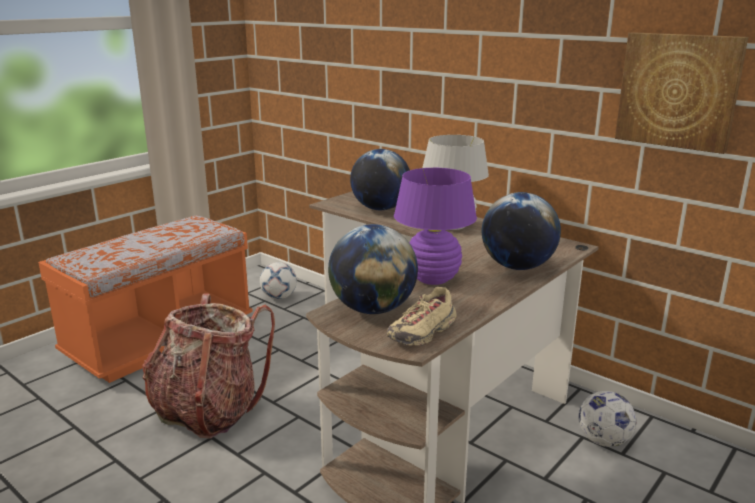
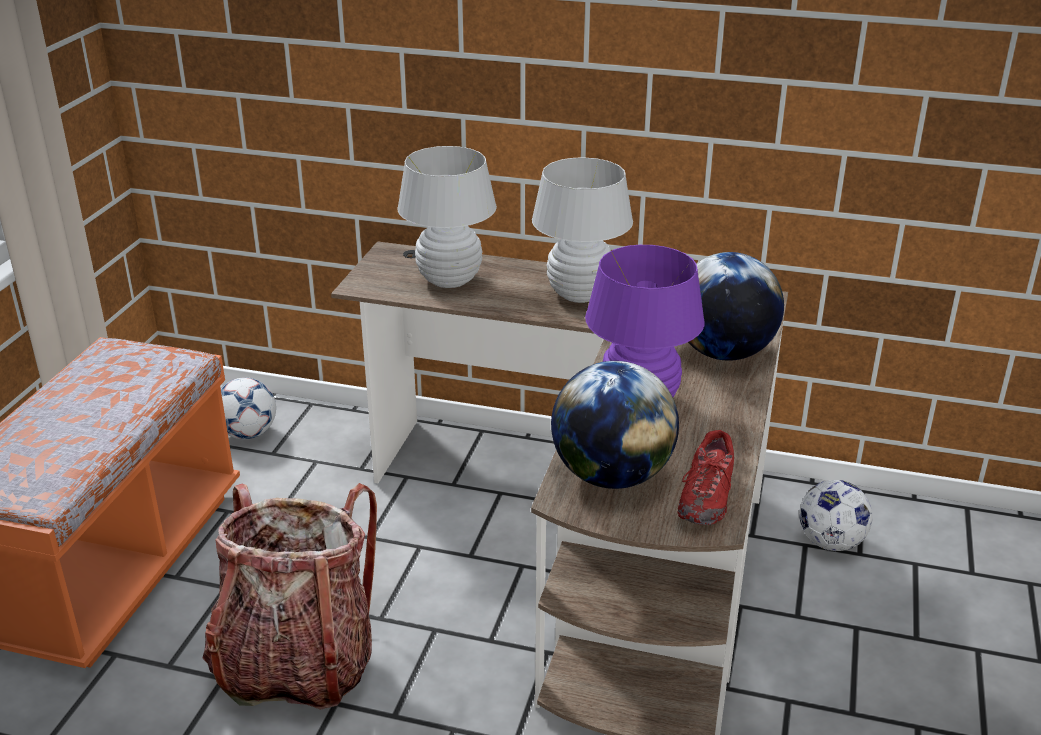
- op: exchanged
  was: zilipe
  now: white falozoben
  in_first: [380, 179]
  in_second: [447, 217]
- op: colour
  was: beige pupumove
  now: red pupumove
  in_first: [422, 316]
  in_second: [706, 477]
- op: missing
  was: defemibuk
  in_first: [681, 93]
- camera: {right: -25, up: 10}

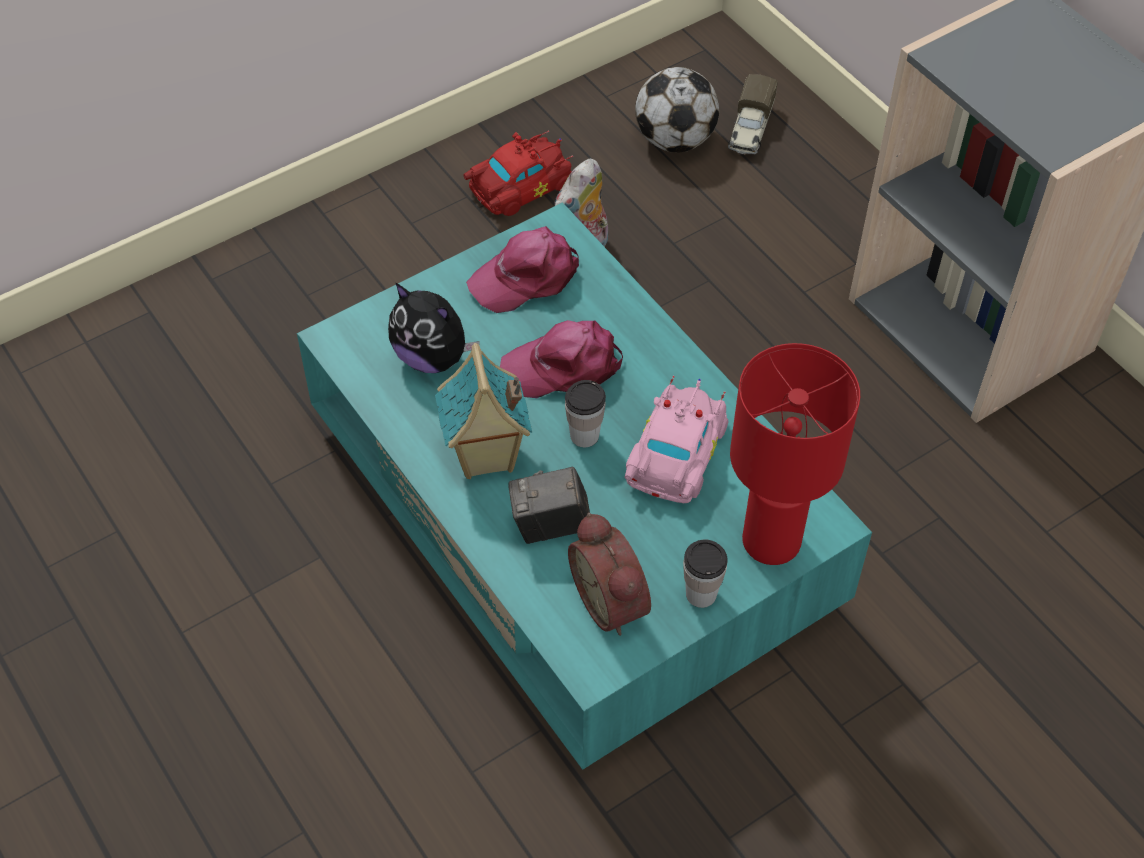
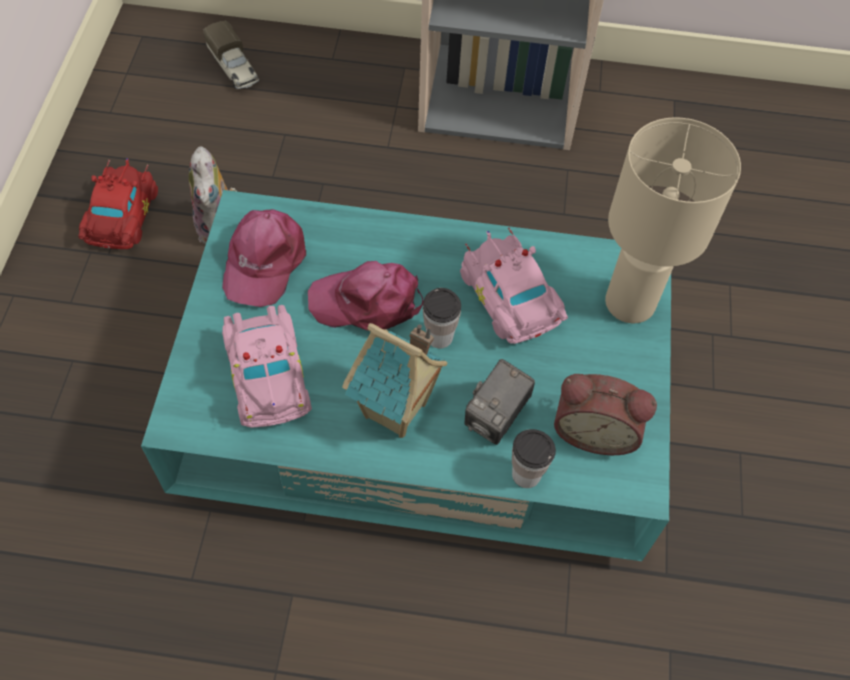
- op: exchanged
  was: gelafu
  now: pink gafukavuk
  in_first: [434, 328]
  in_second: [267, 366]
- op: spun
  was: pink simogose
  in_first: [561, 359]
  in_second: [365, 296]
  clockwise: 60
- op: relocated
  was: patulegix
  in_first: [705, 574]
  in_second: [534, 458]
- op: colour
  was: red falozoben
  now: beige falozoben
  in_first: [795, 454]
  in_second: [673, 220]
- op: missing
  was: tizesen
  in_first: [677, 109]
- camera: {right: -50, up: 5}

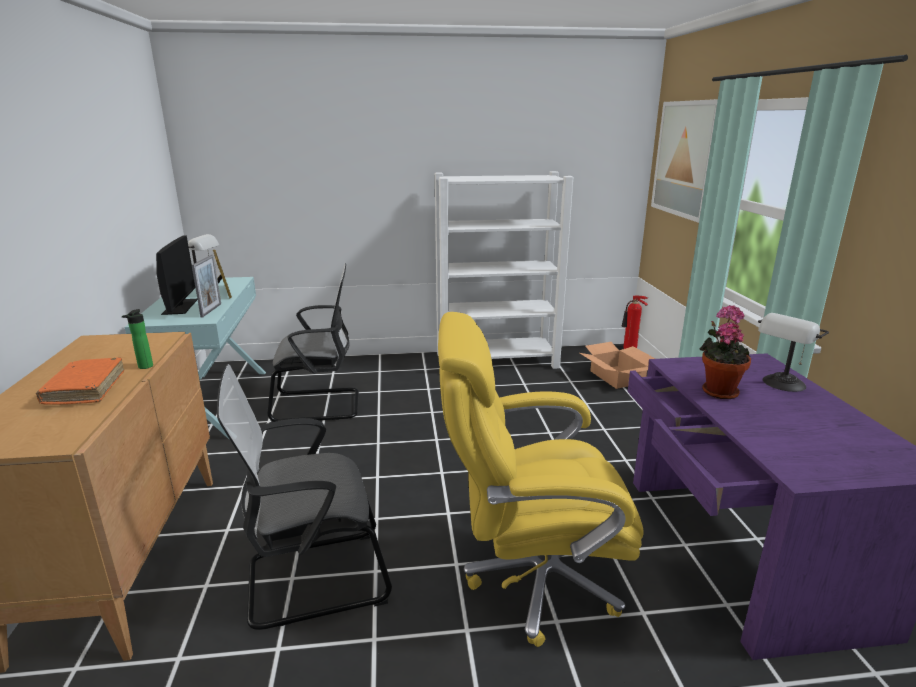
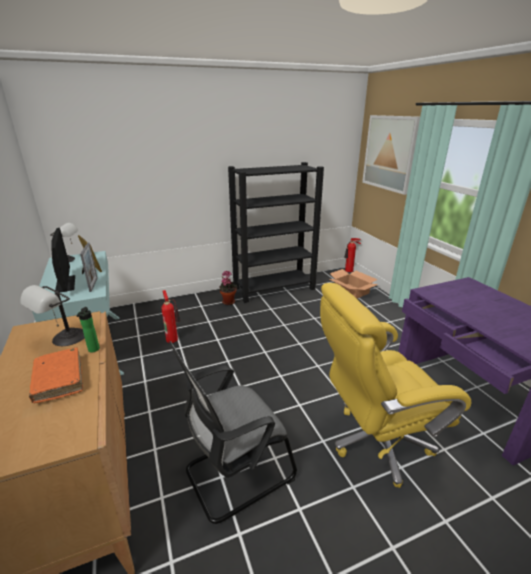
- op: relocated
  was: falozoben
  in_first: [793, 352]
  in_second: [52, 315]
- op: exchanged
  was: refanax
  now: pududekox
  in_first: [313, 342]
  in_second: [170, 316]
- op: relocated
  was: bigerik
  in_first: [725, 352]
  in_second: [228, 288]
- op: colour
  was: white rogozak
  now: black rogozak
  in_first: [504, 270]
  in_second: [276, 232]
- camera: {right: -15, up: 5}

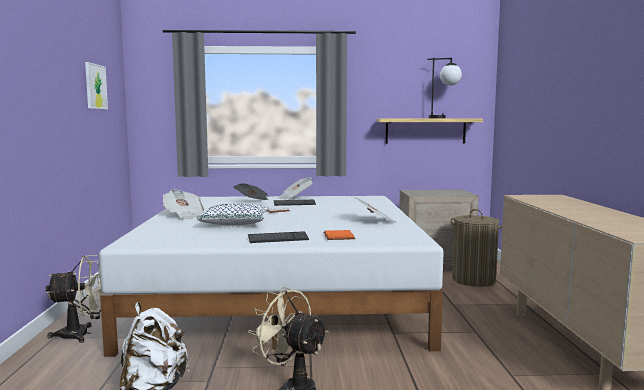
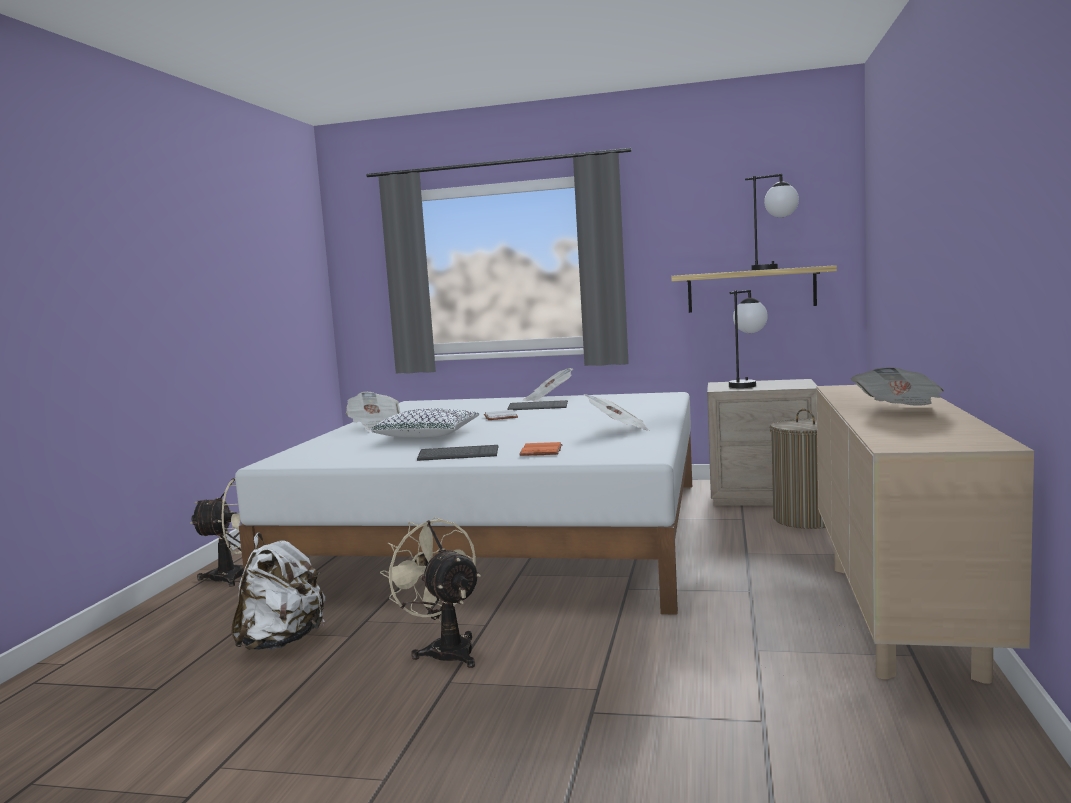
- op: appeared
  now: falozoben
  in_second: [748, 339]
- op: relocated
  was: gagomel
  in_first: [251, 191]
  in_second: [897, 386]
- op: missing
  was: defemibuk
  in_first: [96, 85]
- camera: {right: 15, up: 0}

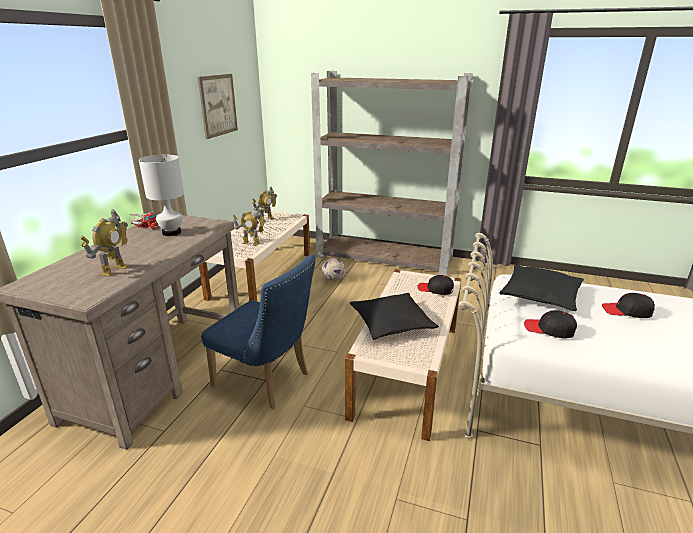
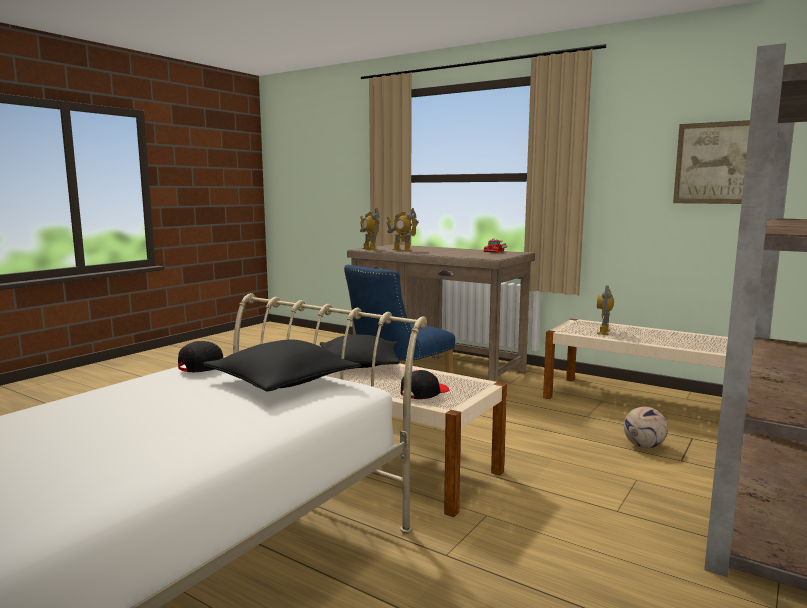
- op: relocated
  was: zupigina
  in_first: [264, 203]
  in_second: [370, 229]
- op: missing
  was: white falozoben
  in_first: [161, 195]
- op: missing
  was: black simogose
  in_first: [628, 305]
- camera: {right: 105, up: -15}

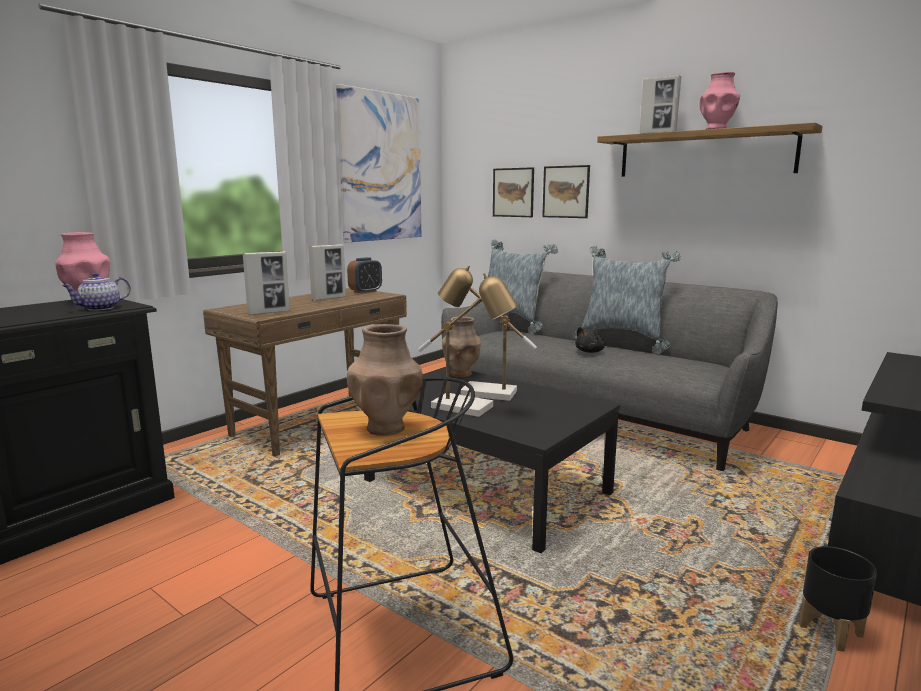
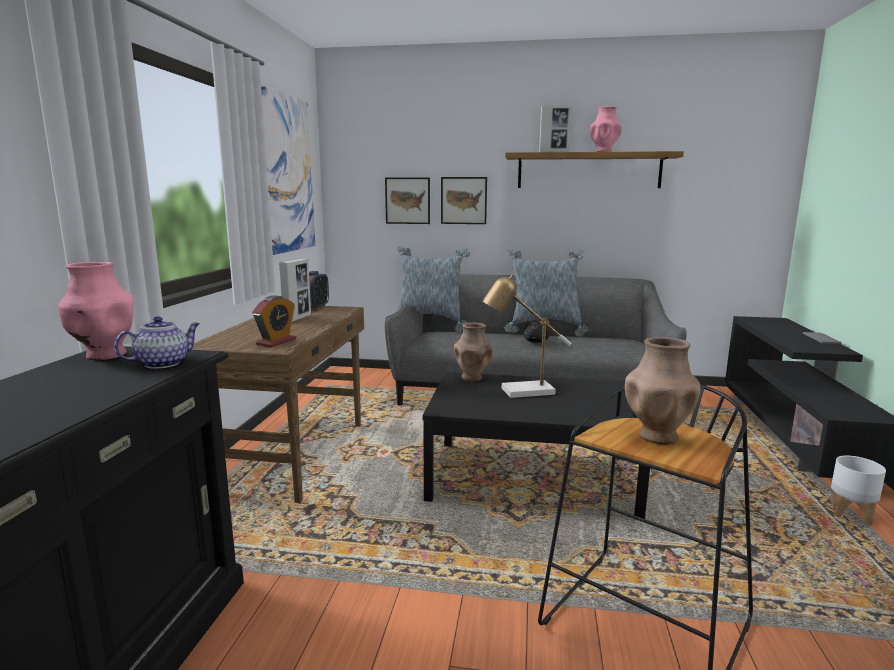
- op: spun
  was: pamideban
  in_first: [96, 291]
  in_second: [157, 343]
  clockwise: -150
- op: exchanged
  was: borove
  now: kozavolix
  in_first: [266, 283]
  in_second: [274, 321]
- op: colour
  was: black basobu
  now: white basobu
  in_first: [838, 599]
  in_second: [858, 490]
- op: missing
  was: falozoben
  in_first: [468, 345]
- camera: {right: -30, up: 0}

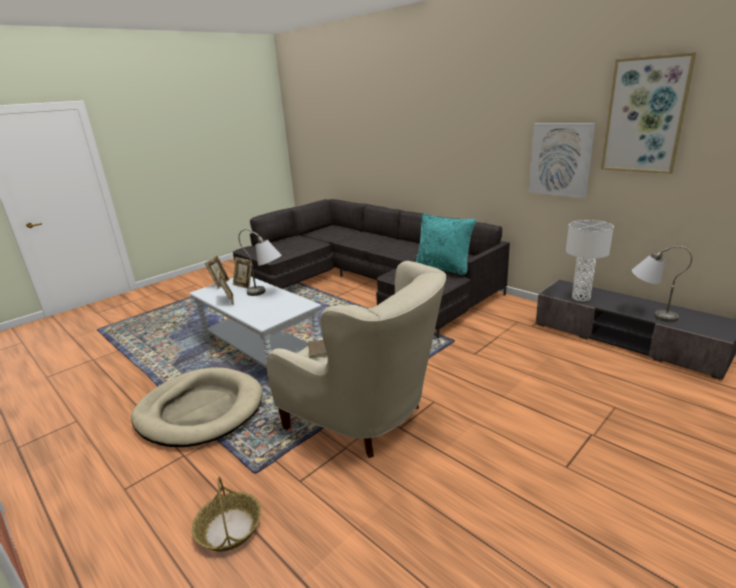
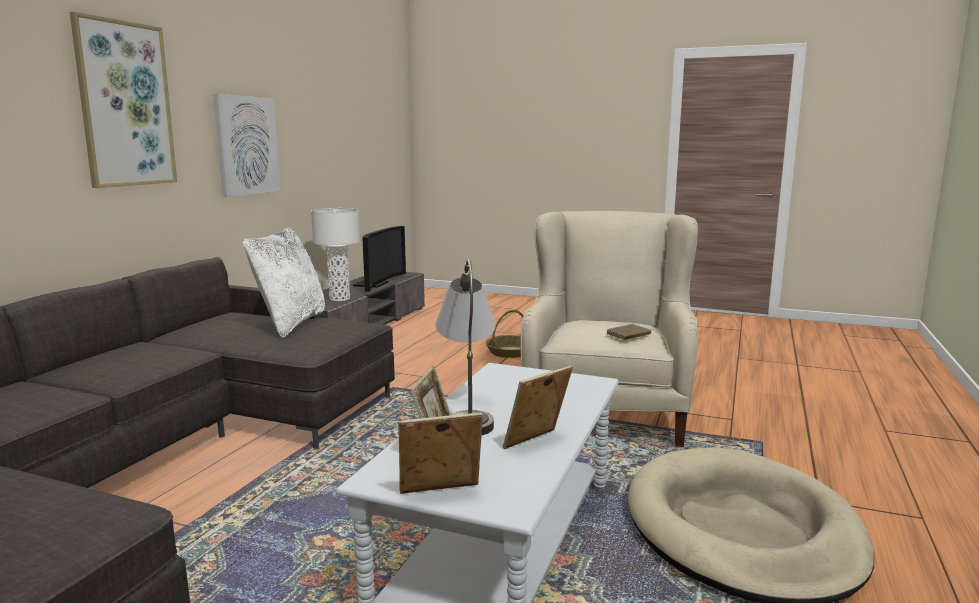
- op: relocated
  was: defemibuk
  in_first: [648, 113]
  in_second: [123, 100]
- op: colour
  was: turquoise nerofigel
  now: white nerofigel
  in_first: [446, 244]
  in_second: [284, 282]
- op: exchanged
  was: grey falozoben
  now: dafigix
  in_first: [662, 284]
  in_second: [379, 259]
- op: relocated
  was: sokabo
  in_first: [226, 514]
  in_second: [504, 334]
- camera: {right: -115, up: -10}

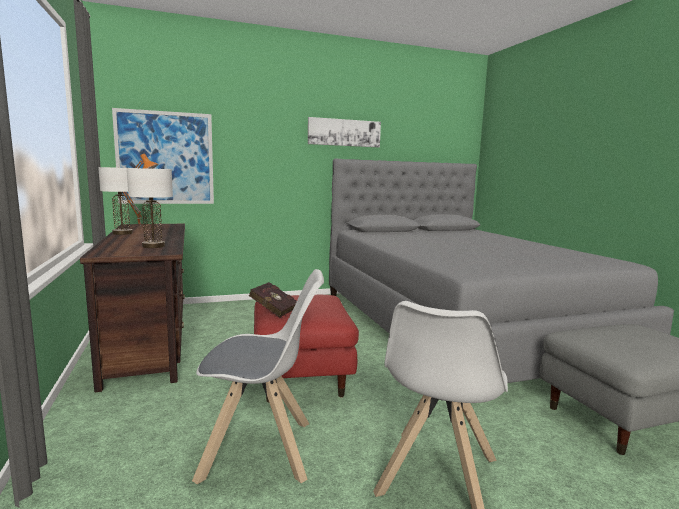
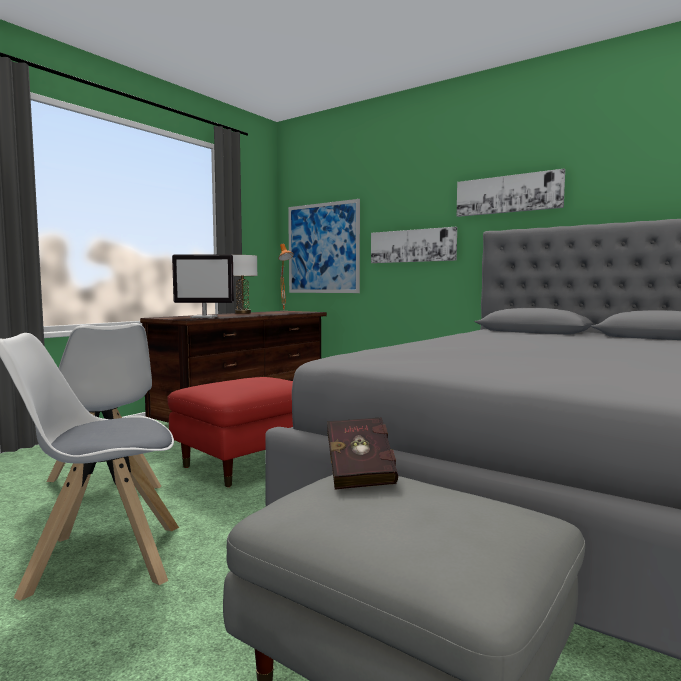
- op: exchanged
  was: falozoben
  now: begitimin
  in_first: [150, 208]
  in_second: [203, 286]
- op: relocated
  was: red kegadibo
  in_first: [273, 300]
  in_second: [362, 453]
- op: appeared
  now: defemibuk
  in_second: [414, 245]
- camera: {right: 55, up: -5}

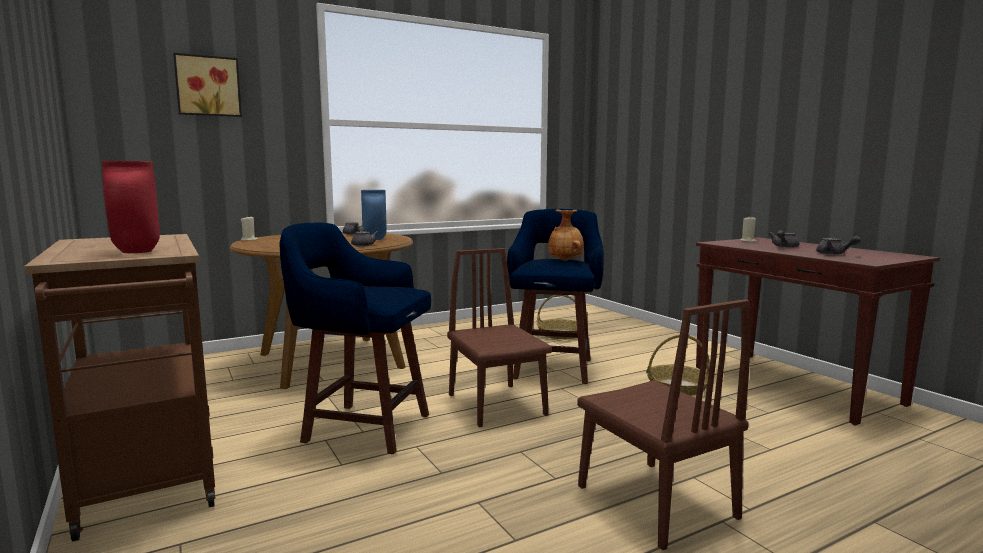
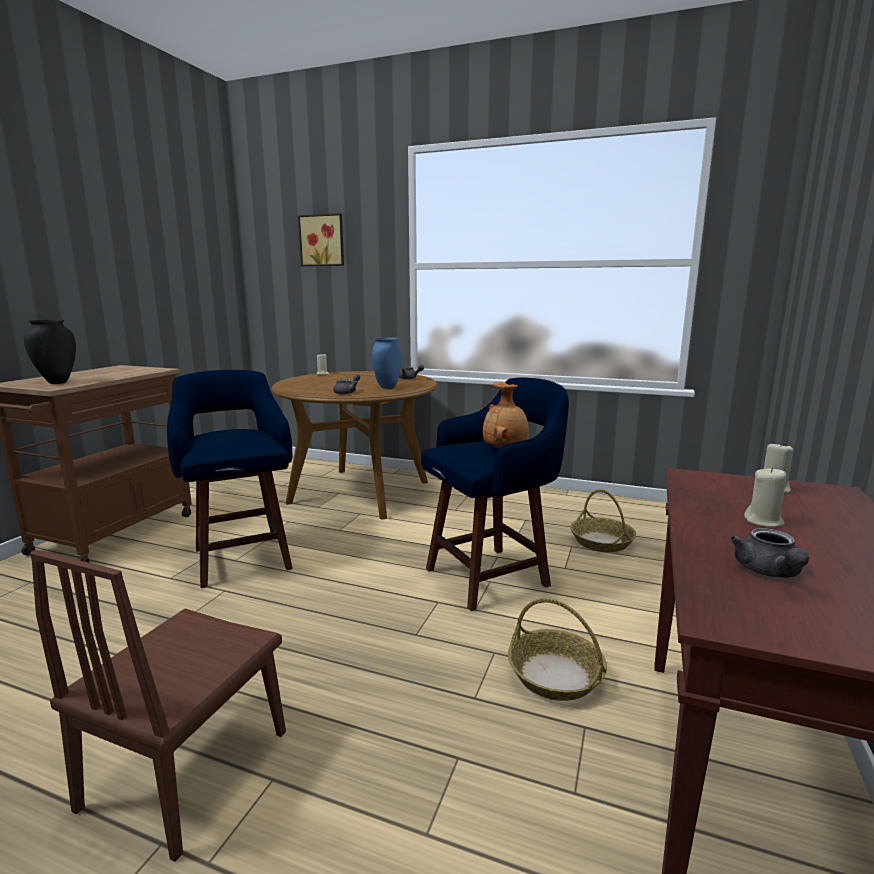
- op: colour
  was: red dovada
  now: black dovada
  in_first: [130, 207]
  in_second: [50, 351]
- op: exchanged
  was: grey pamideban
  now: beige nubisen
  in_first: [784, 239]
  in_second: [765, 497]
- op: missing
  was: brown refanax
  in_first: [499, 337]
- camera: {right: 50, up: 5}

